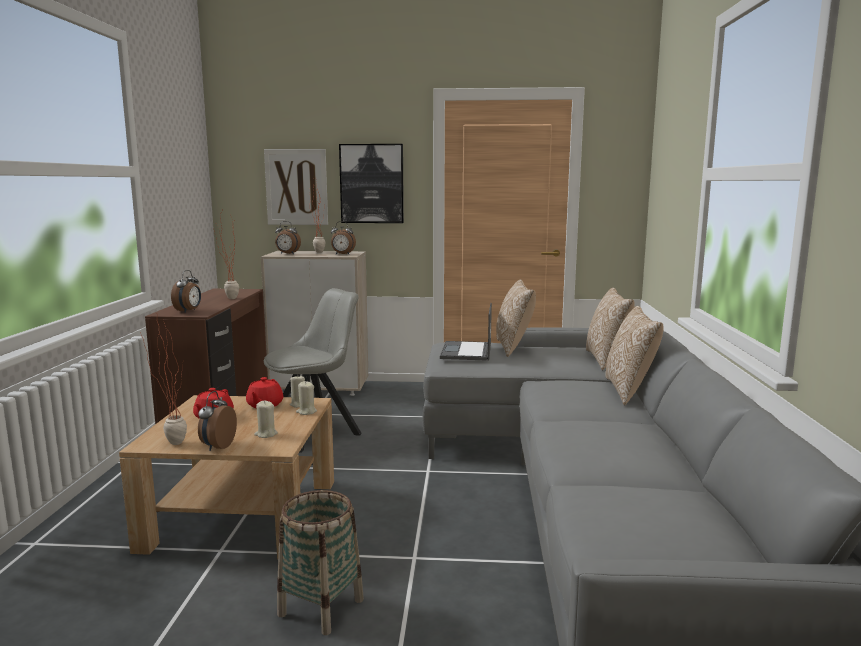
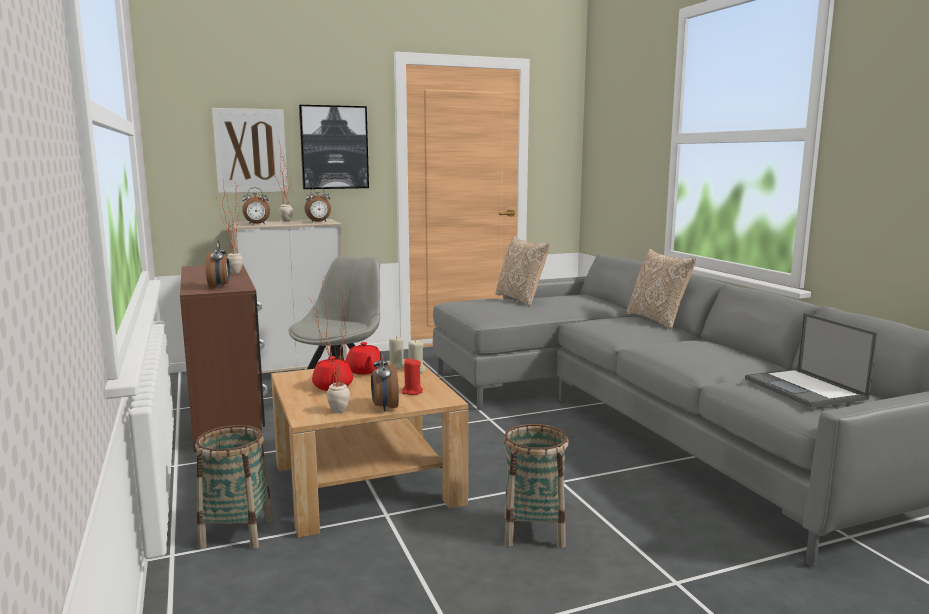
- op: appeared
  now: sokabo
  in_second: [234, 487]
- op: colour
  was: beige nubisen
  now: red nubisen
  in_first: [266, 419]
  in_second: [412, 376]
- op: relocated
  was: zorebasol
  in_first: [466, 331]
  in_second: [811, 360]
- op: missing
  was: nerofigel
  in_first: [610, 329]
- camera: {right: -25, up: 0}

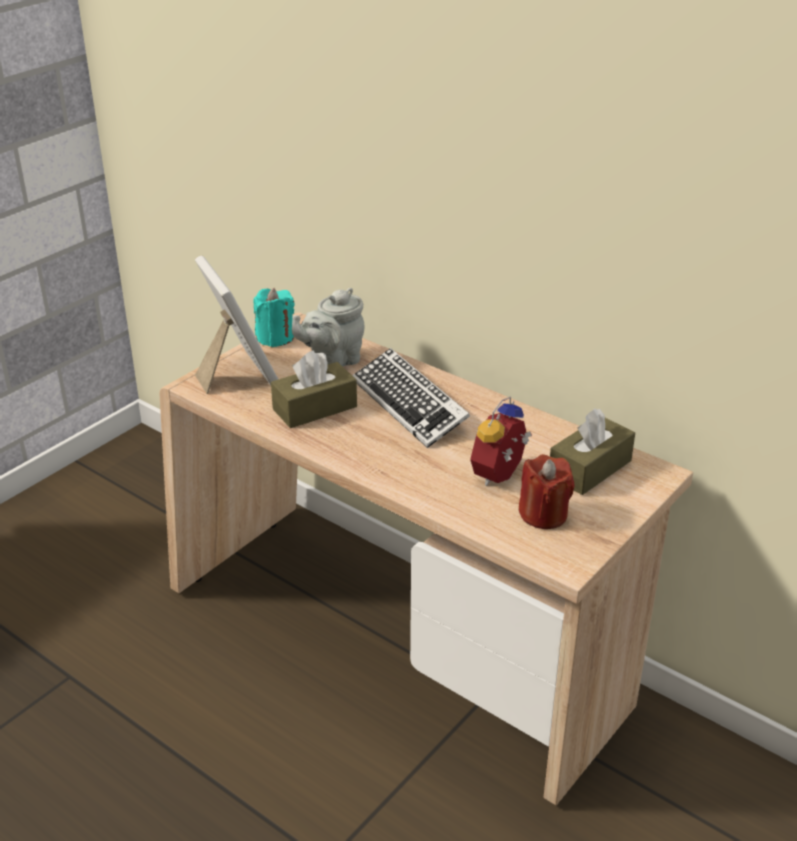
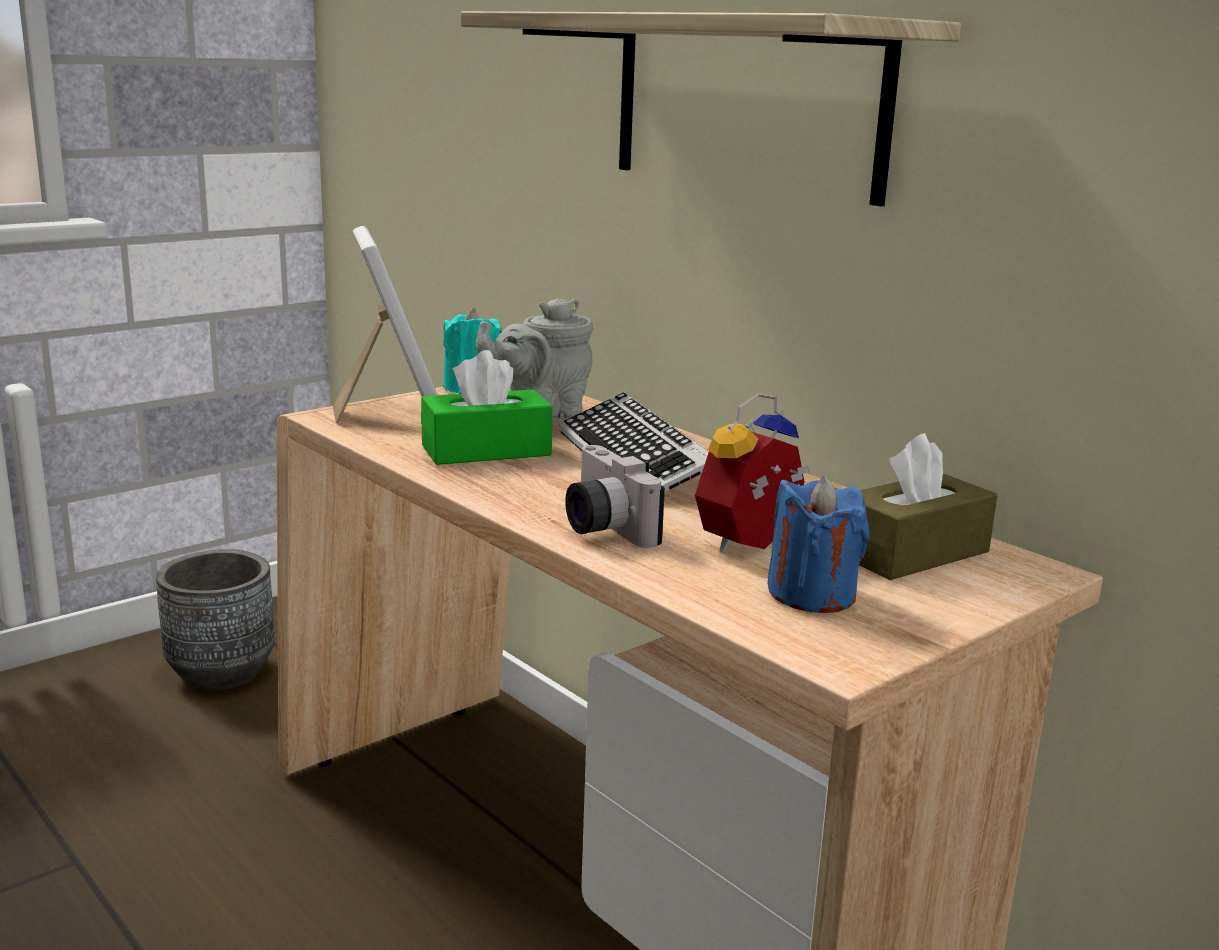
- op: appeared
  now: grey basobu
  in_second: [215, 619]
- op: colour
  was: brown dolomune
  now: green dolomune
  in_first: [314, 389]
  in_second: [487, 407]
- op: appeared
  now: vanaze
  in_second: [711, 108]
- op: appeared
  now: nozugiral
  in_second: [615, 496]
- op: colour
  was: red nubisen
  now: blue nubisen
  in_first: [546, 491]
  in_second: [818, 544]
- camera: {right: 10, up: -15}

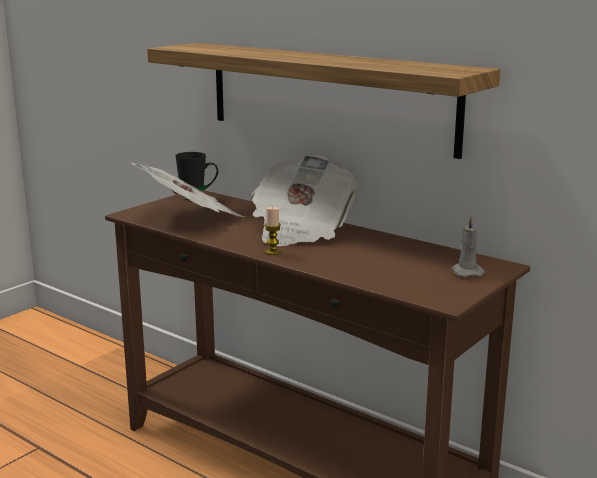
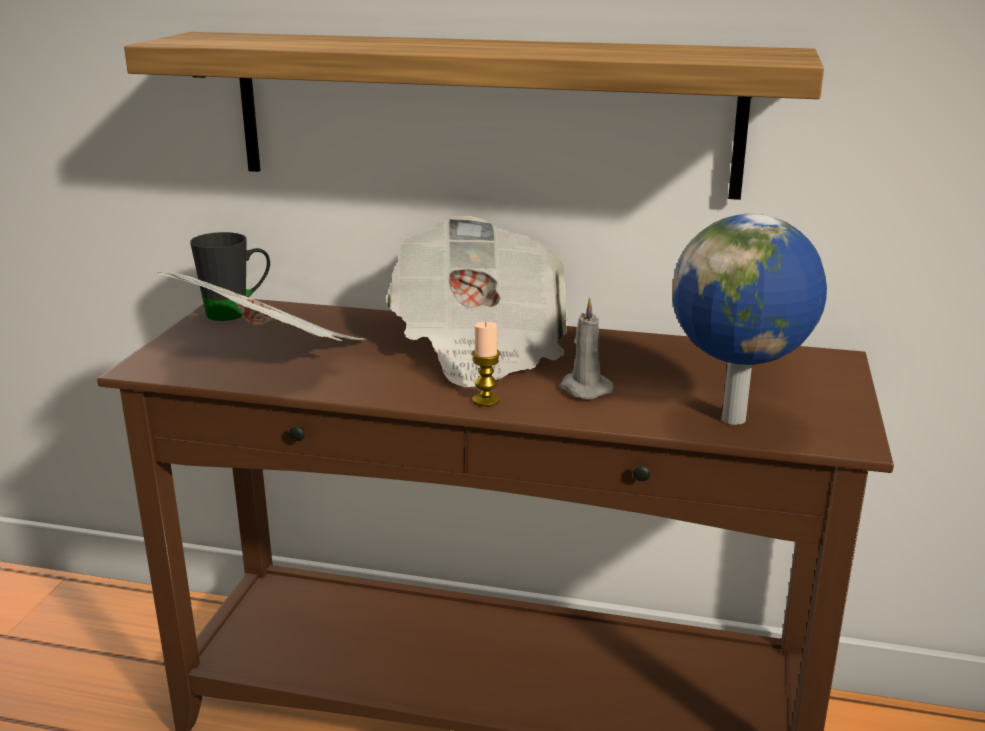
- op: relocated
  was: grey nubisen
  in_first: [468, 246]
  in_second: [587, 348]
- op: appeared
  now: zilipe
  in_second: [749, 319]
- camera: {right: -25, up: 5}

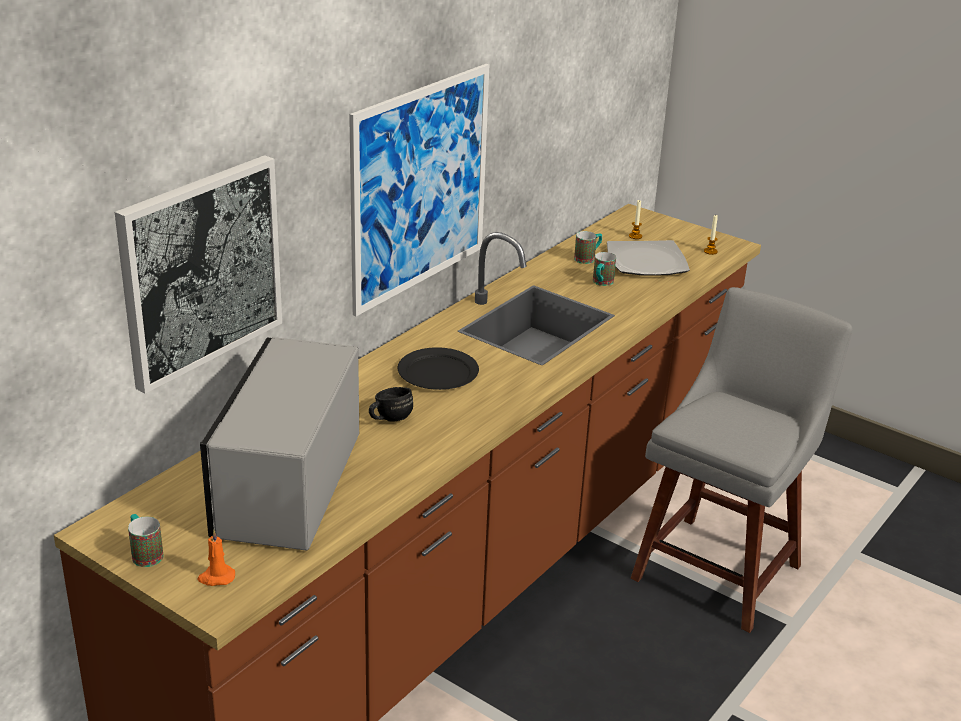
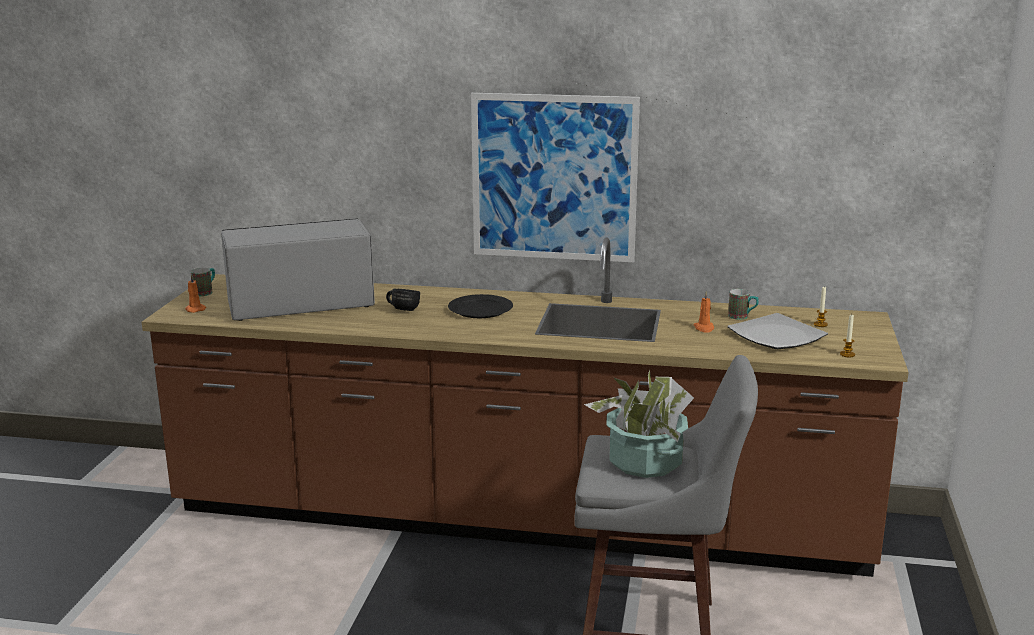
- op: appeared
  now: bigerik
  in_second: [639, 424]
- op: exchanged
  was: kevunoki
  now: orange nubisen
  in_first: [604, 269]
  in_second: [703, 312]
- op: missing
  was: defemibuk
  in_first: [198, 274]
- camera: {right: 65, up: -10}

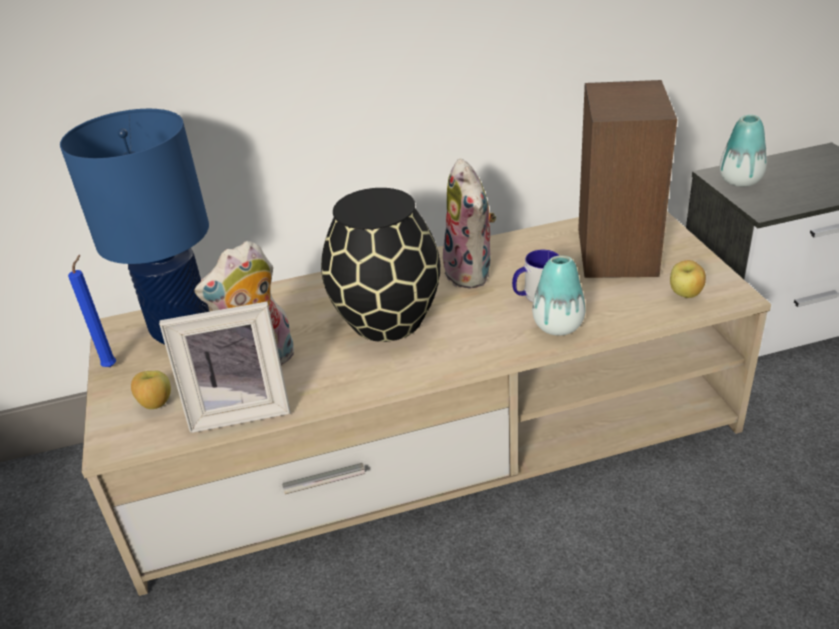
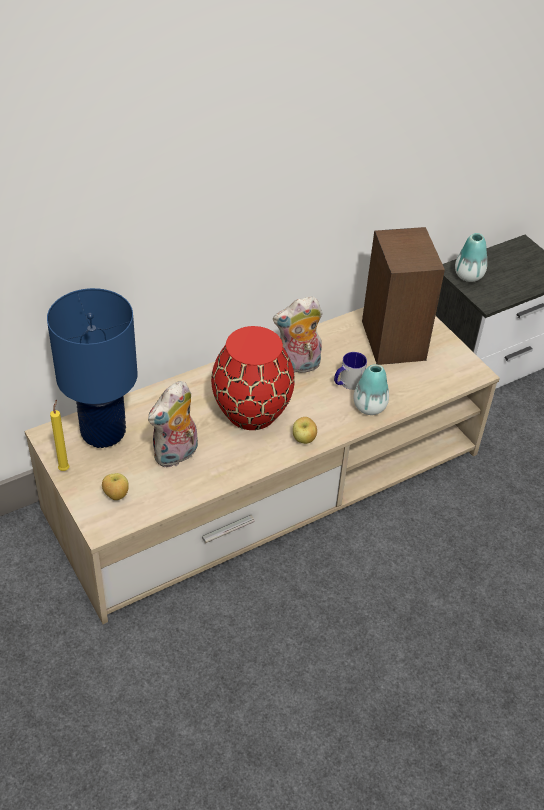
- op: colour
  was: blue nubisen
  now: yellow nubisen
  in_first: [92, 311]
  in_second: [59, 435]
- op: colour
  was: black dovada
  now: red dovada
  in_first: [380, 265]
  in_second: [253, 378]
- op: spun
  was: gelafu
  in_first: [469, 223]
  in_second: [297, 334]
  clockwise: 105
- op: relocated
  was: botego
  in_first: [688, 279]
  in_second: [305, 430]
- op: missing
  was: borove
  in_first: [225, 367]
- camera: {right: -20, up: 10}

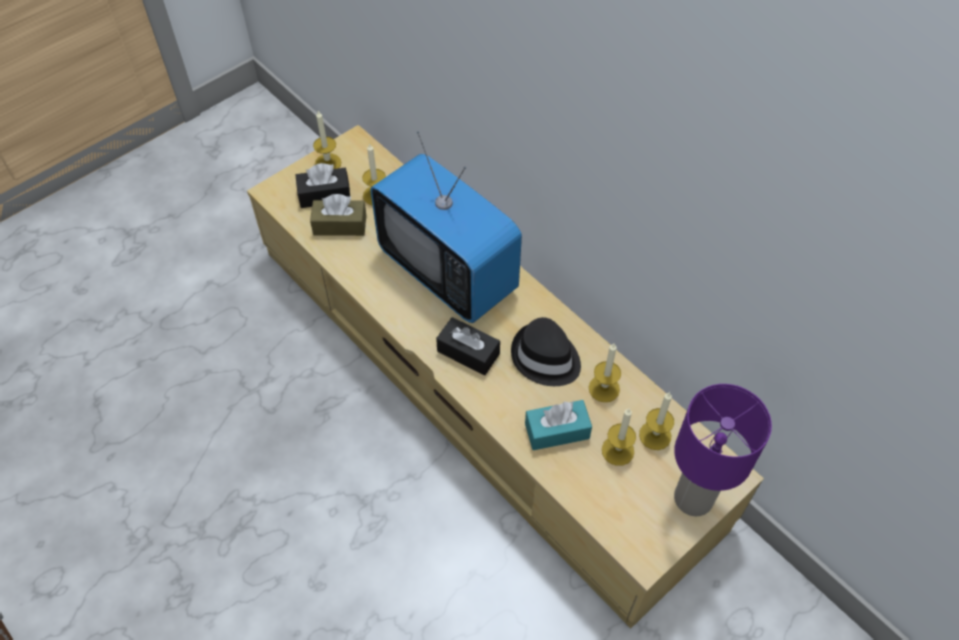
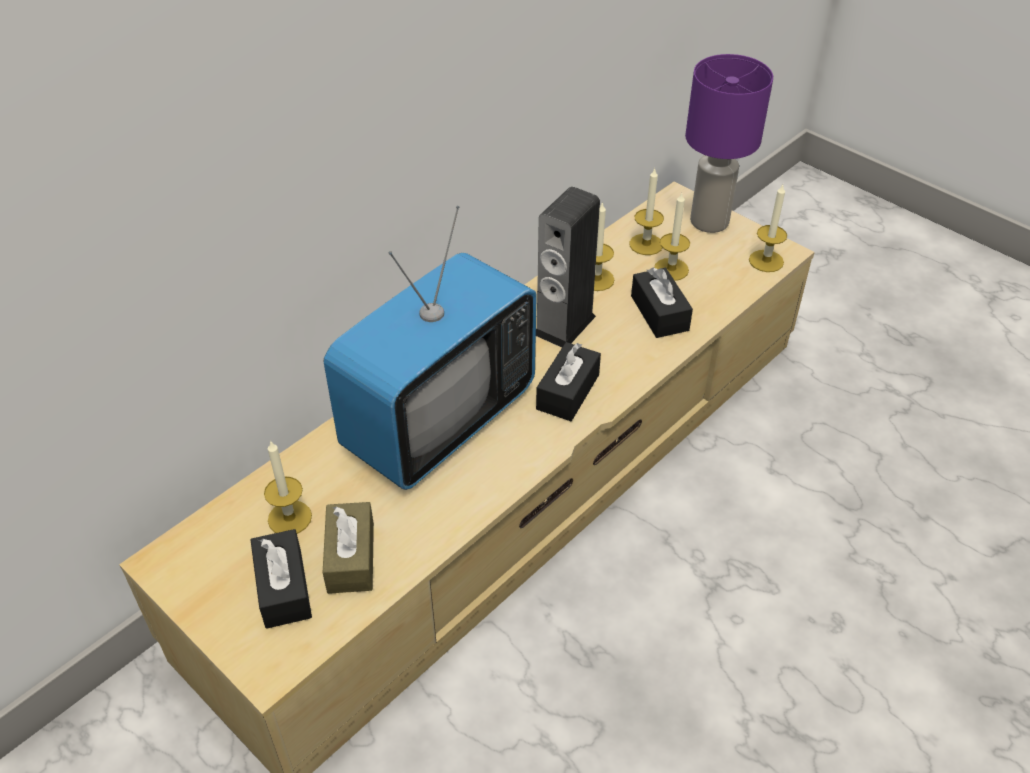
- op: exchanged
  was: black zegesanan
  now: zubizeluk
  in_first: [546, 351]
  in_second: [568, 266]
- op: colour
  was: turquoise dolomune
  now: black dolomune
  in_first: [558, 425]
  in_second: [662, 303]
- op: relocated
  was: nubisen
  in_first: [327, 140]
  in_second: [768, 228]
- camera: {right: -95, up: -10}

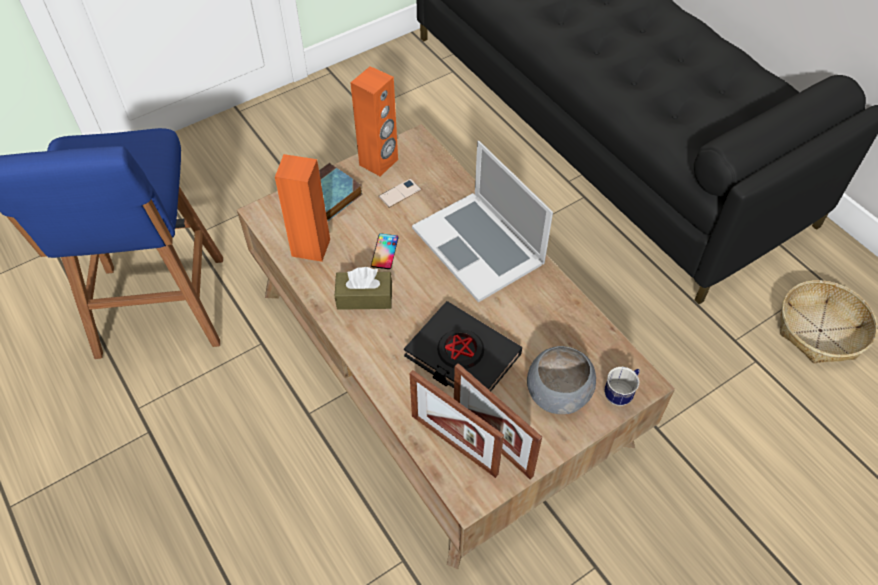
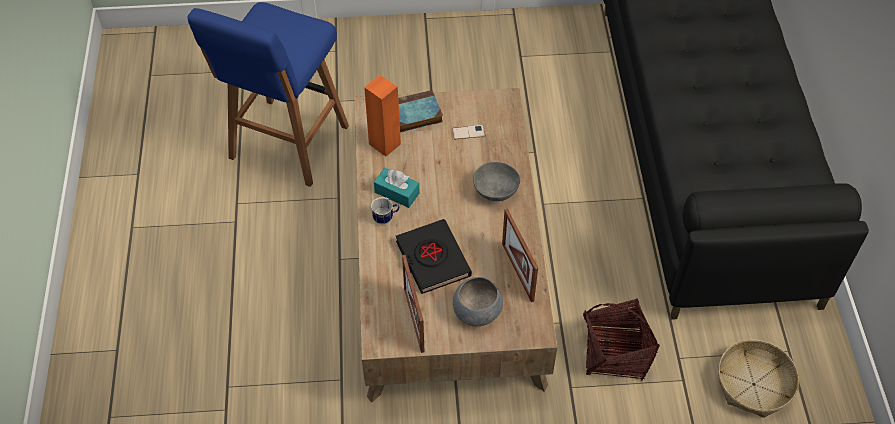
- op: relocated
  was: kevunoki
  in_first: [622, 386]
  in_second: [385, 210]
- op: colour
  was: brown dolomune
  now: turquoise dolomune
  in_first: [363, 288]
  in_second: [397, 188]
- op: exchanged
  was: zorebasol
  now: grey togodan
  in_first: [482, 222]
  in_second: [496, 181]
- op: relocated
  was: borove
  in_first: [457, 424]
  in_second: [520, 255]
- op: appeared
  now: sokabo
  in_second: [621, 339]
- op: missing
  was: orange zubizeluk
  in_first: [374, 121]
- op: missing
  was: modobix
  in_first: [385, 251]
- camera: {right: 30, up: 0}

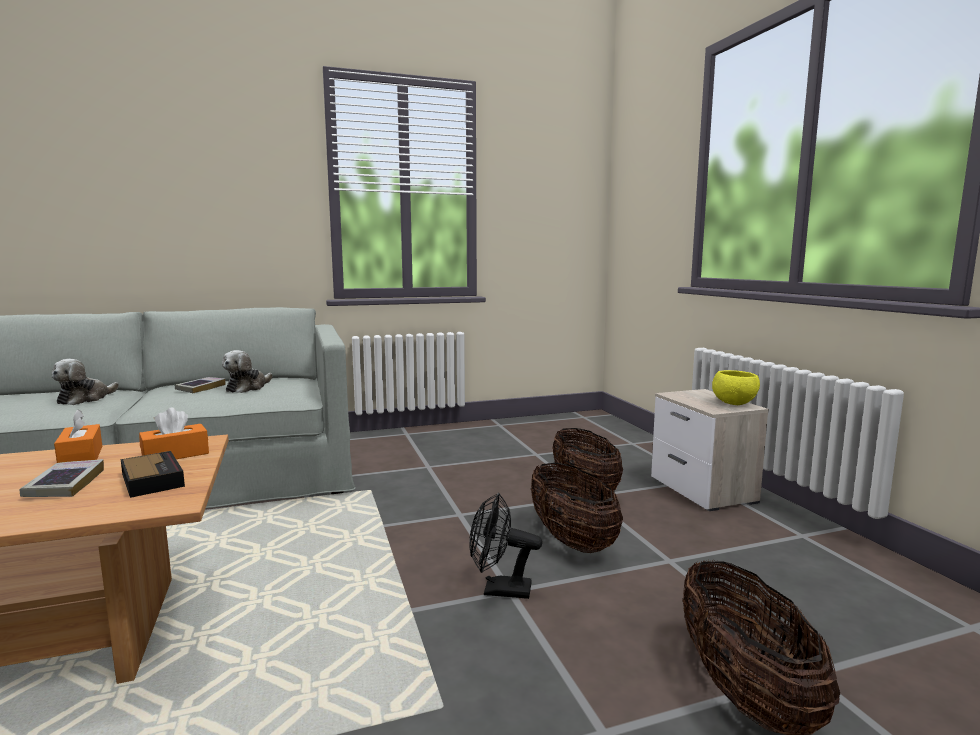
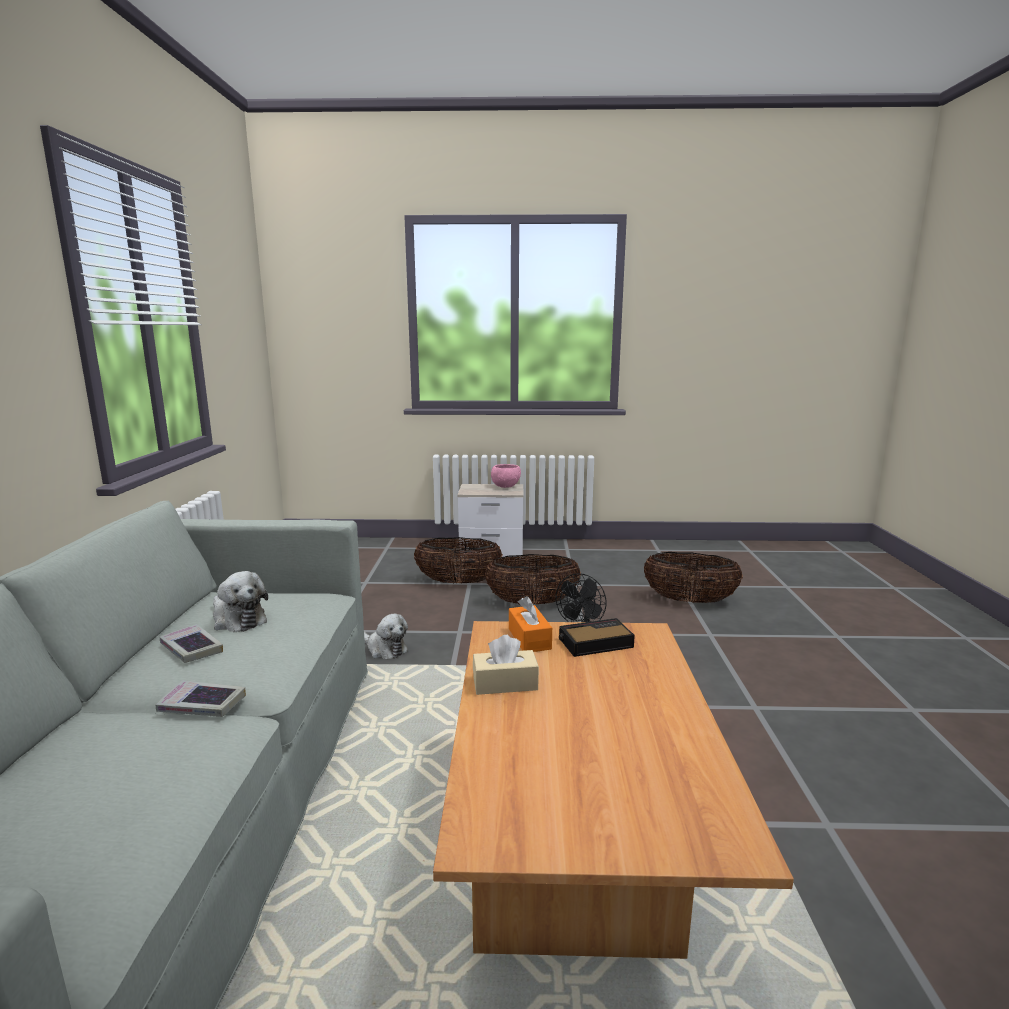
- op: relocated
  was: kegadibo
  in_first: [62, 478]
  in_second: [201, 698]
- op: relocated
  was: gelafu
  in_first: [85, 382]
  in_second: [386, 636]
- op: colour
  was: orange dolomune
  now: beige dolomune
  in_first: [78, 436]
  in_second: [506, 665]
- op: colour
  was: yellow togodan
  now: pink togodan
  in_first: [736, 387]
  in_second: [506, 476]
- camera: {right: -70, up: 5}

